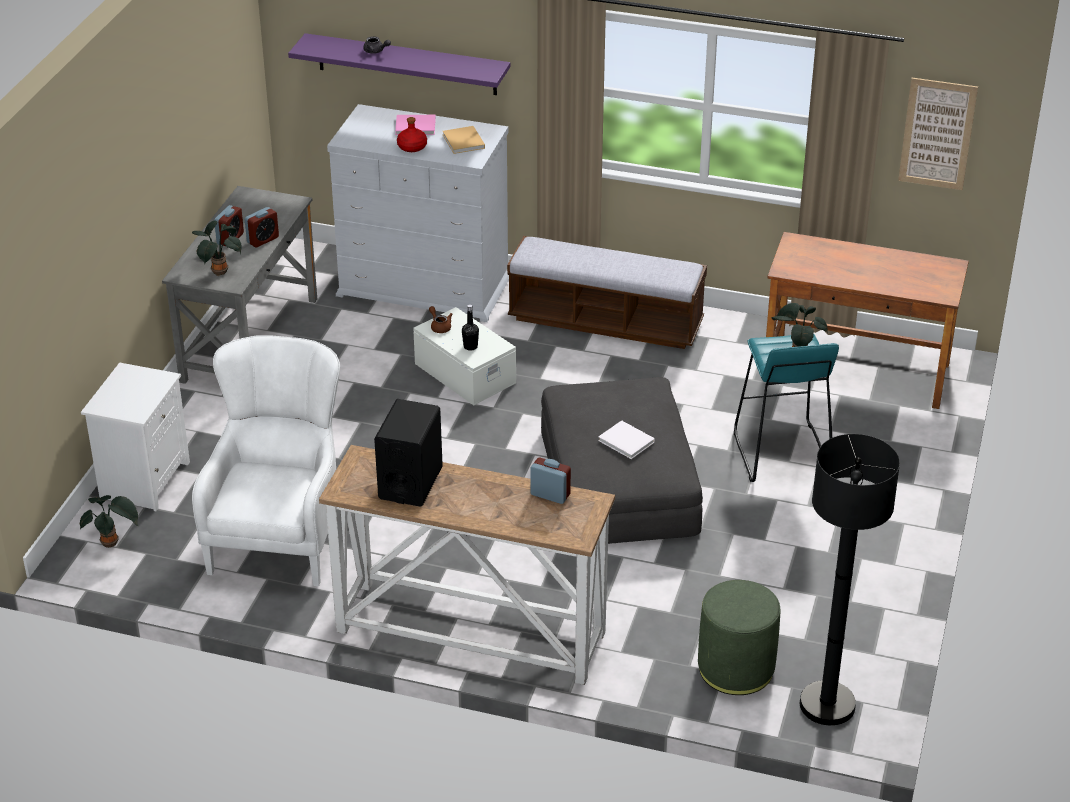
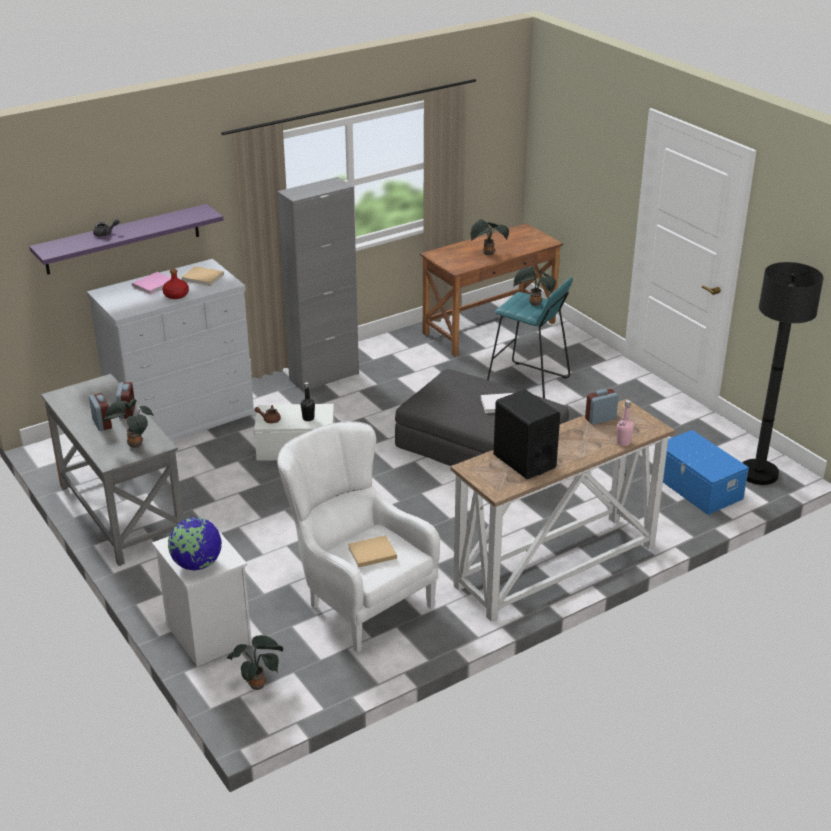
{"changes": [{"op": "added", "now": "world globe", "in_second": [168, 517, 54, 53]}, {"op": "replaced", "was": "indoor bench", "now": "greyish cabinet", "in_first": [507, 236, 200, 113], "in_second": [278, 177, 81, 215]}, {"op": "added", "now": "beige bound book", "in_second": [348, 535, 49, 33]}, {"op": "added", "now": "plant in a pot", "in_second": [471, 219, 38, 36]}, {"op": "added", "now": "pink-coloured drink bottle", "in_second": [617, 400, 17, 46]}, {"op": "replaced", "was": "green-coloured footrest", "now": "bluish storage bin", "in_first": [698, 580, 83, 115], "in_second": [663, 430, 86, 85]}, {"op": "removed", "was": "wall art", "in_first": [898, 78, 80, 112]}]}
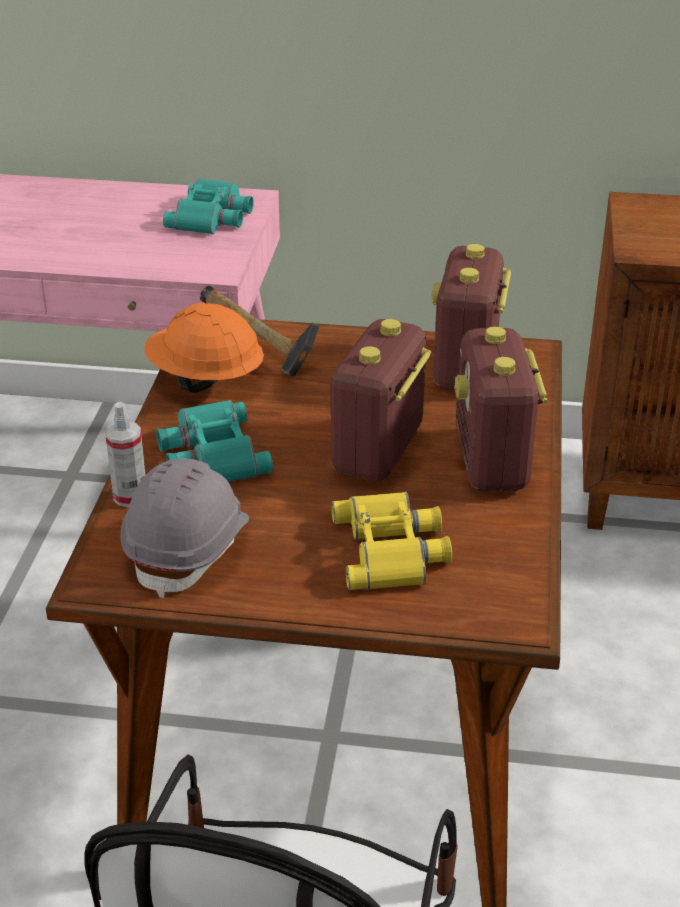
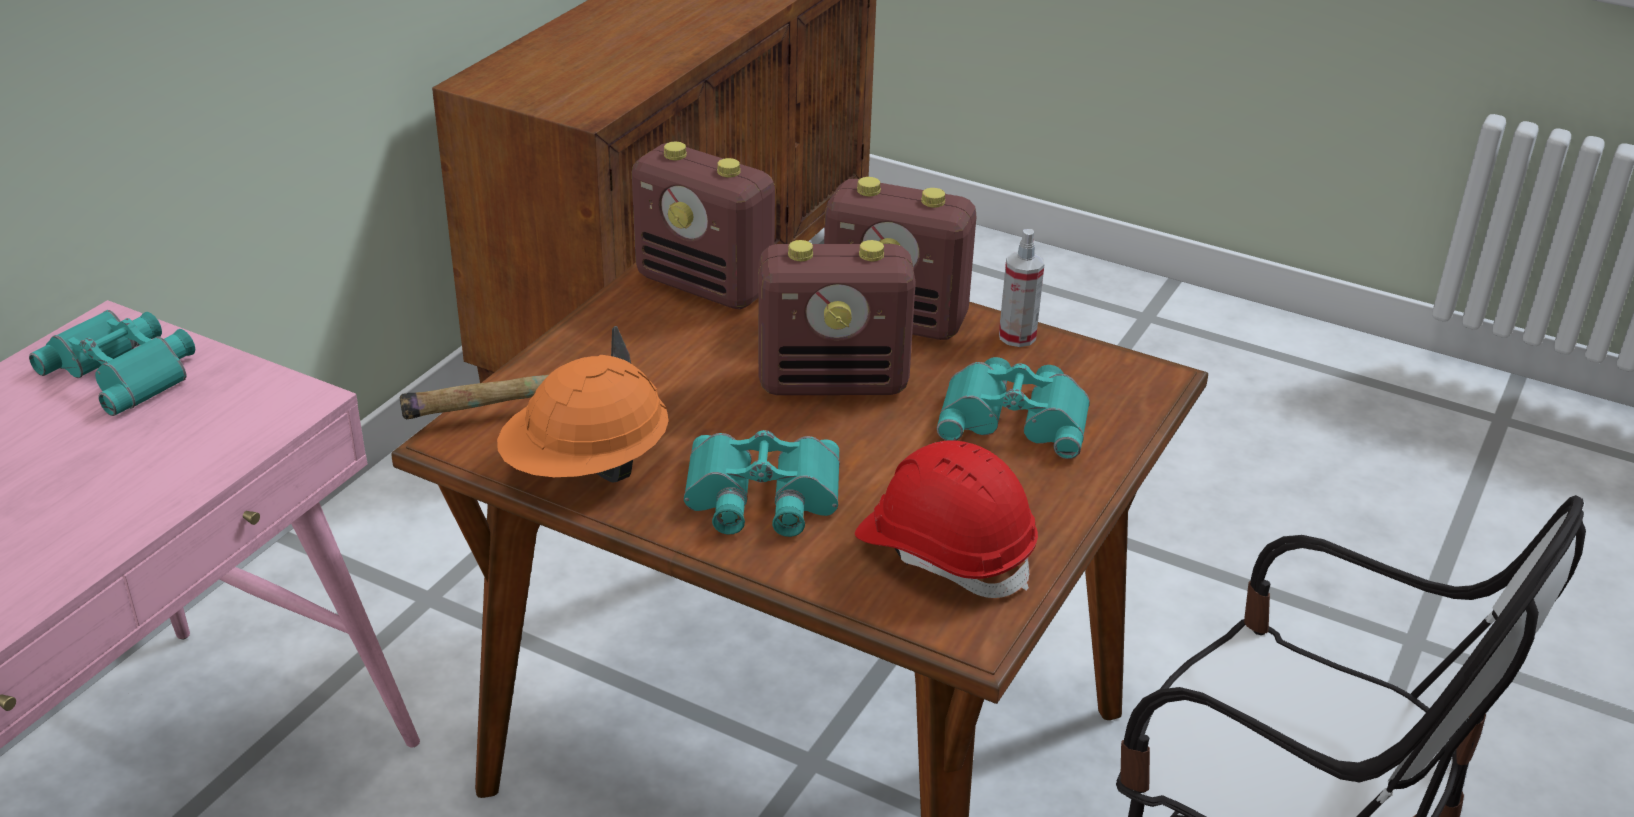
{"changes": [{"op": "turned", "was": "radio", "in_first": [331, 319, 100, 163], "in_second": [758, 240, 158, 155], "clockwise": -45}, {"op": "recoloured", "was": "greyish work helmet", "now": "reddish work helmet", "in_first": [121, 458, 128, 140], "in_second": [855, 441, 183, 157]}, {"op": "recoloured", "was": "yellow field glasses", "now": "blue-green field glasses", "in_first": [331, 492, 121, 98], "in_second": [937, 357, 153, 102]}, {"op": "moved", "was": "hand sprayer", "in_first": [105, 402, 40, 105], "in_second": [999, 229, 46, 118]}]}
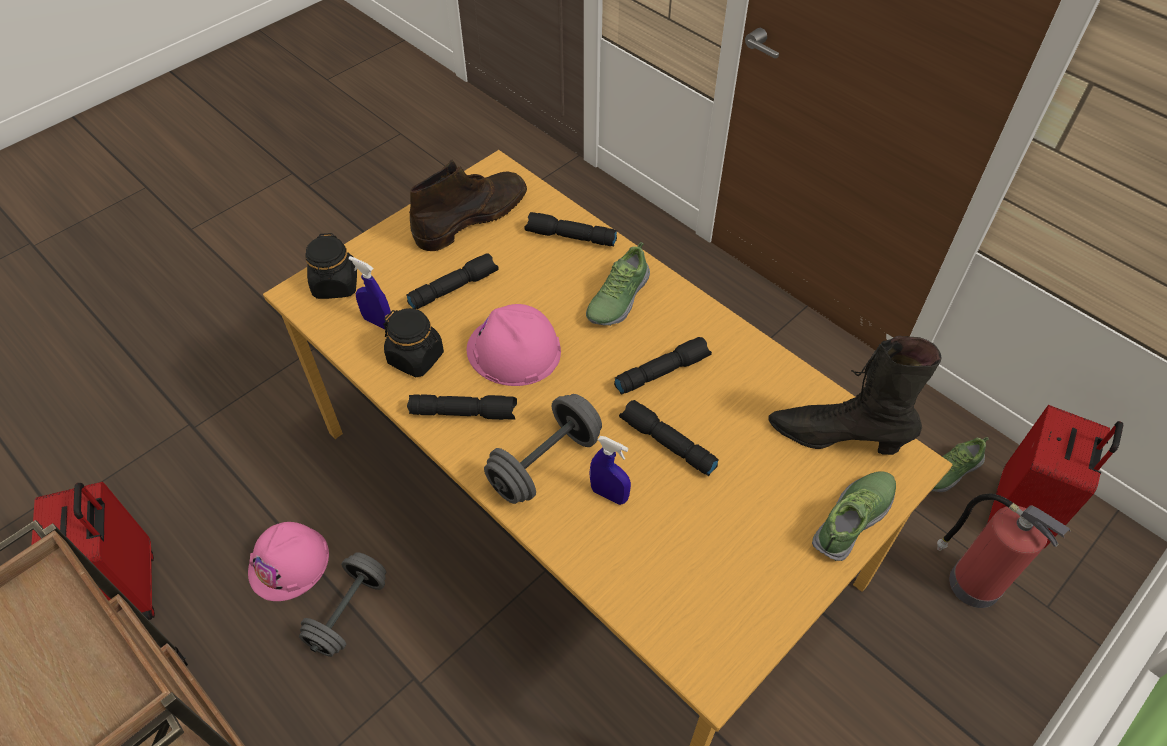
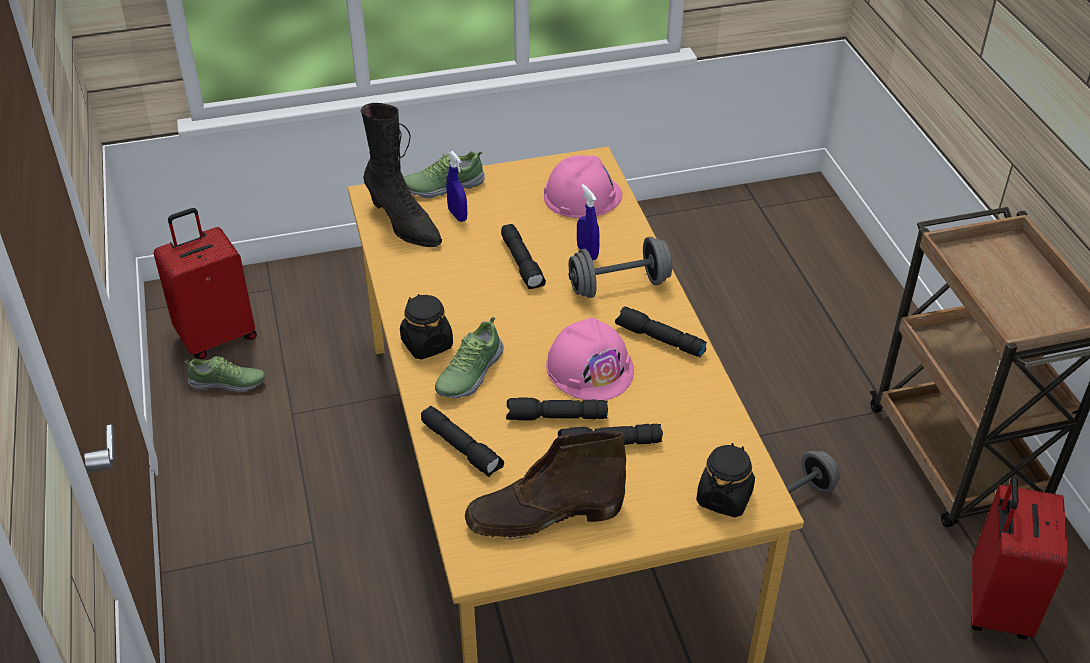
{"changes": [{"op": "moved", "was": "blackish storage jar", "in_first": [383, 308, 61, 69], "in_second": [400, 294, 53, 65]}, {"op": "turned", "was": "low shoe", "in_first": [586, 242, 64, 84], "in_second": [435, 317, 69, 81], "clockwise": 150}, {"op": "moved", "was": "bluish hand sprayer", "in_first": [348, 256, 43, 74], "in_second": [446, 151, 21, 71]}, {"op": "moved", "was": "blackish flashlight", "in_first": [614, 337, 98, 57], "in_second": [506, 398, 102, 22]}, {"op": "moved", "was": "pink-coloured work helmet", "in_first": [248, 522, 81, 79], "in_second": [544, 155, 78, 63]}, {"op": "removed", "was": "extinguisher", "in_first": [937, 494, 134, 114]}]}
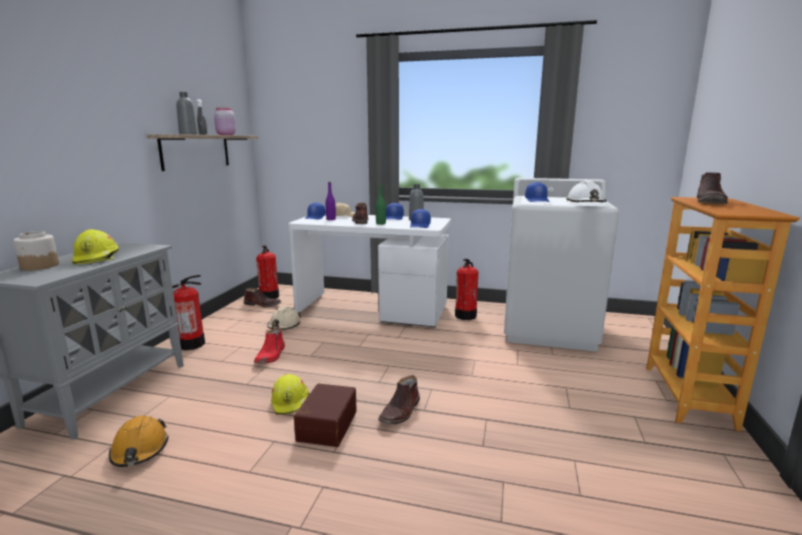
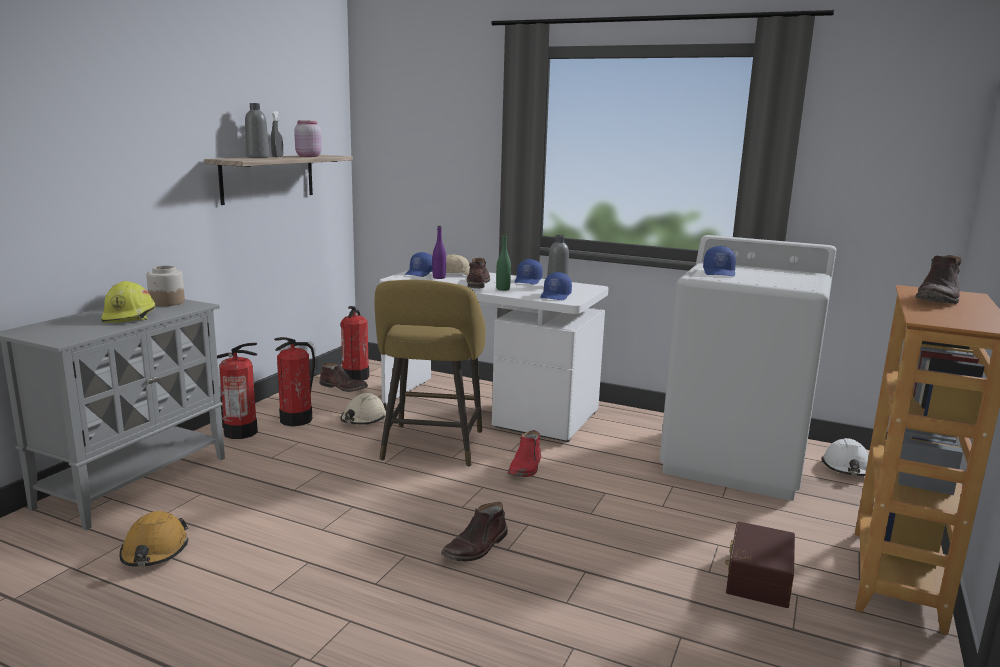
{"changes": [{"op": "moved", "was": "storage jar", "in_first": [13, 231, 46, 39], "in_second": [146, 266, 39, 40]}, {"op": "moved", "was": "extinguisher", "in_first": [455, 259, 23, 61], "in_second": [274, 337, 41, 89]}, {"op": "added", "now": "yellow sitting stool", "in_second": [374, 280, 112, 187]}, {"op": "moved", "was": "reddish tall boot", "in_first": [254, 328, 31, 35], "in_second": [508, 430, 33, 47]}, {"op": "moved", "was": "brown storage bin", "in_first": [294, 383, 63, 64], "in_second": [725, 521, 70, 87]}, {"op": "moved", "was": "whitish work helmet", "in_first": [566, 180, 40, 22], "in_second": [822, 438, 47, 38]}, {"op": "removed", "was": "yellow work helmet", "in_first": [271, 374, 38, 41]}]}
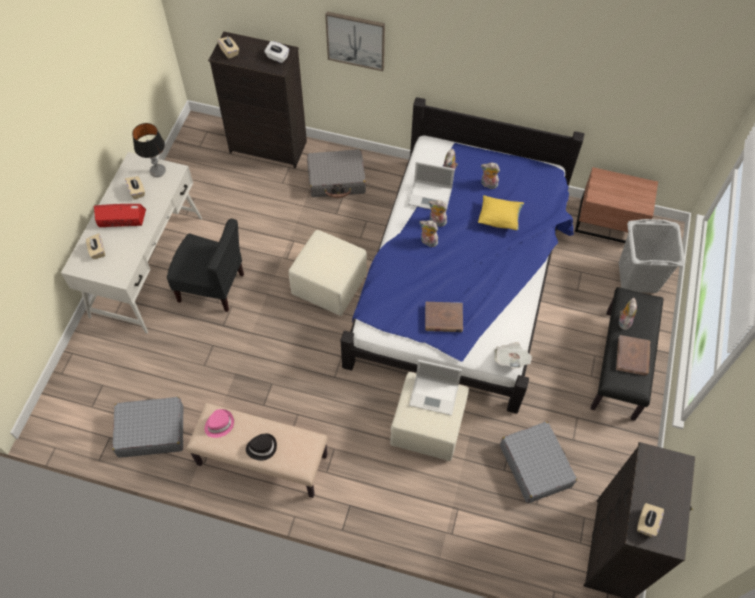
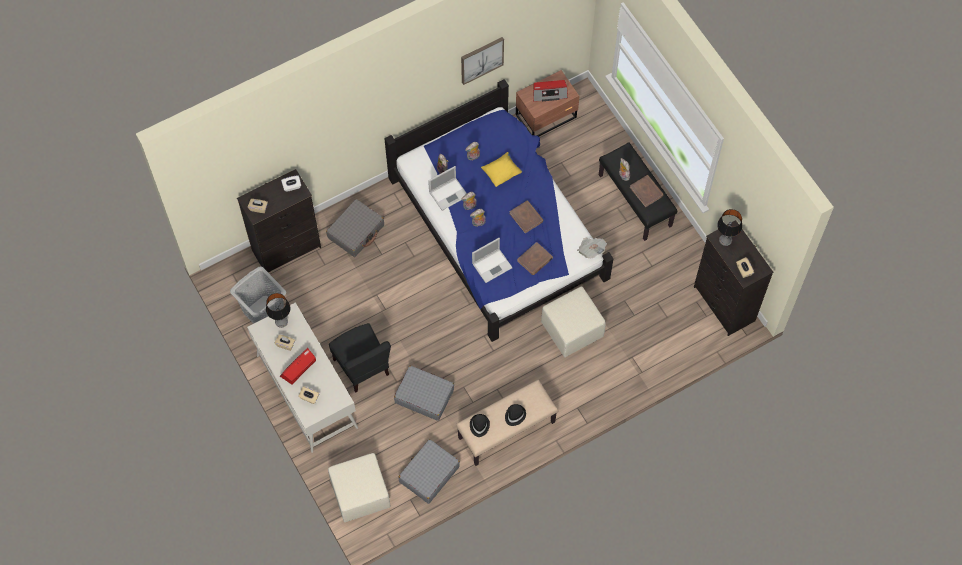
{"changes": [{"op": "moved", "was": "greyish hamper", "in_first": [619, 219, 66, 74], "in_second": [230, 266, 56, 58]}, {"op": "moved", "was": "beige footrest", "in_first": [289, 230, 78, 86], "in_second": [328, 453, 63, 69]}, {"op": "turned", "was": "blackish plain chair", "in_first": [167, 219, 77, 93], "in_second": [329, 323, 62, 70], "clockwise": 90}, {"op": "moved", "was": "greyish travel case", "in_first": [500, 422, 77, 81], "in_second": [394, 366, 60, 55]}, {"op": "moved", "was": "wall art", "in_first": [325, 12, 60, 59], "in_second": [461, 37, 43, 48]}, {"op": "recoloured", "was": "pink-coloured hat", "now": "blackish hat", "in_first": [205, 409, 29, 29], "in_second": [470, 414, 20, 23]}, {"op": "moved", "was": "notebook computer", "in_first": [409, 360, 53, 56], "in_second": [472, 238, 41, 45]}, {"op": "added", "now": "brown bound book", "in_second": [509, 200, 34, 33]}, {"op": "added", "now": "radio", "in_second": [533, 80, 35, 22]}, {"op": "added", "now": "tabletop lamp", "in_second": [717, 209, 25, 37]}]}
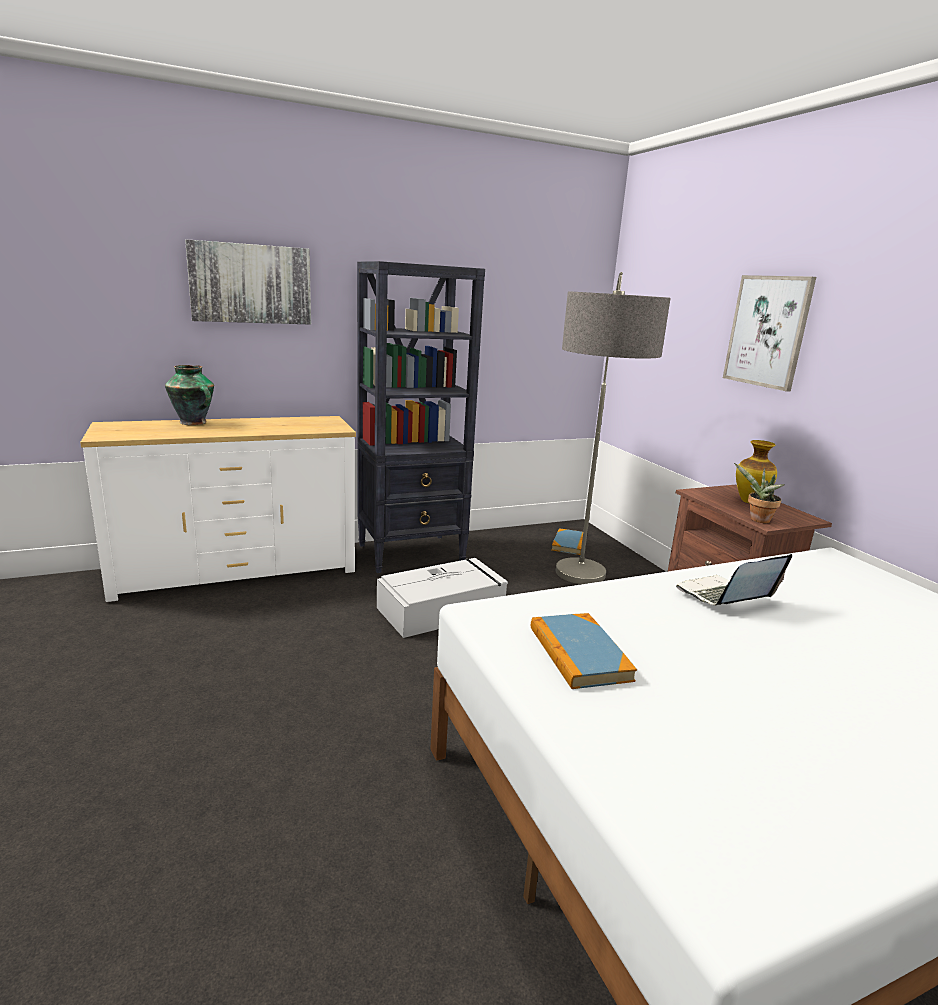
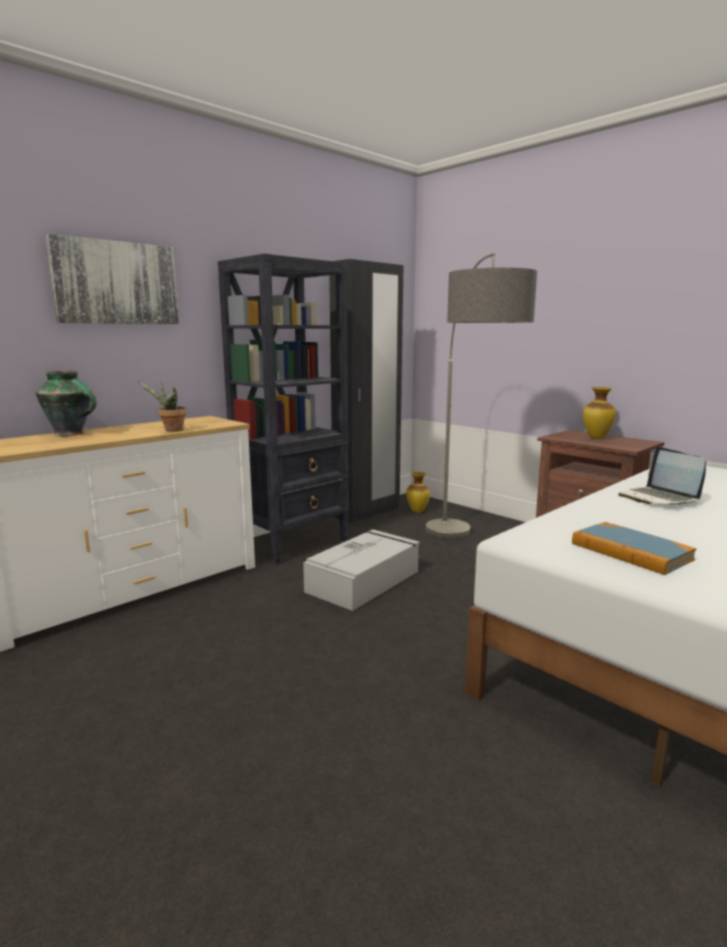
{"changes": [{"op": "moved", "was": "plant in a pot", "in_first": [734, 463, 51, 60], "in_second": [138, 381, 49, 51]}, {"op": "added", "now": "blackish wardrobe", "in_second": [329, 259, 75, 264]}, {"op": "replaced", "was": "bound book", "now": "decorative vase", "in_first": [551, 528, 32, 27], "in_second": [406, 472, 24, 41]}, {"op": "turned", "was": "notebook computer", "in_first": [676, 554, 116, 51], "in_second": [618, 447, 88, 58], "clockwise": -60}, {"op": "removed", "was": "wall art", "in_first": [723, 275, 93, 117]}]}
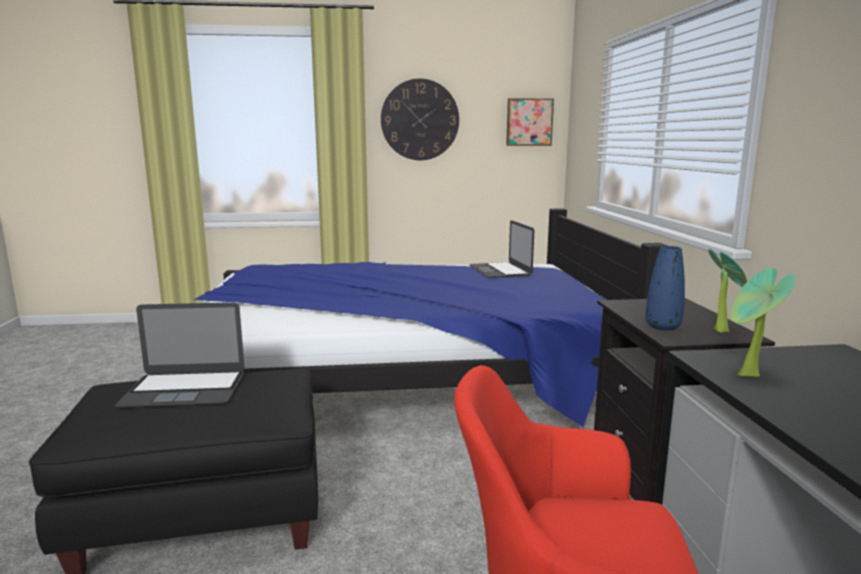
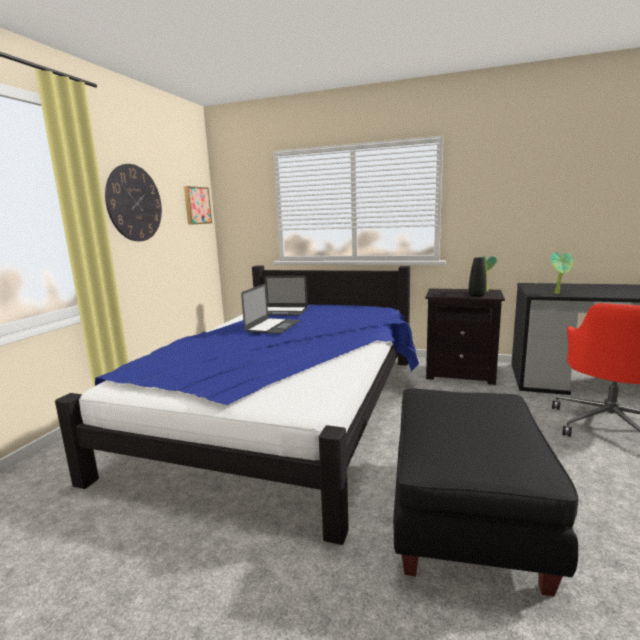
{"changes": [{"op": "moved", "was": "notebook computer", "in_first": [115, 302, 130, 106], "in_second": [241, 284, 59, 50]}, {"op": "recoloured", "was": "bluish decorative vase", "now": "blackish decorative vase", "in_first": [645, 246, 40, 84], "in_second": [469, 258, 17, 39]}]}
